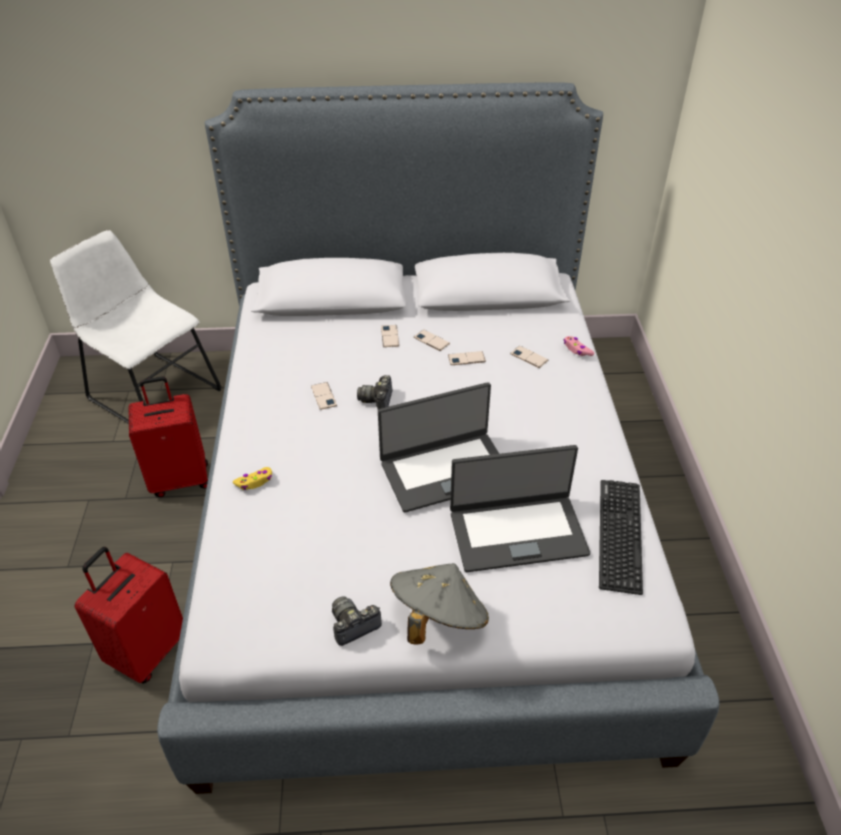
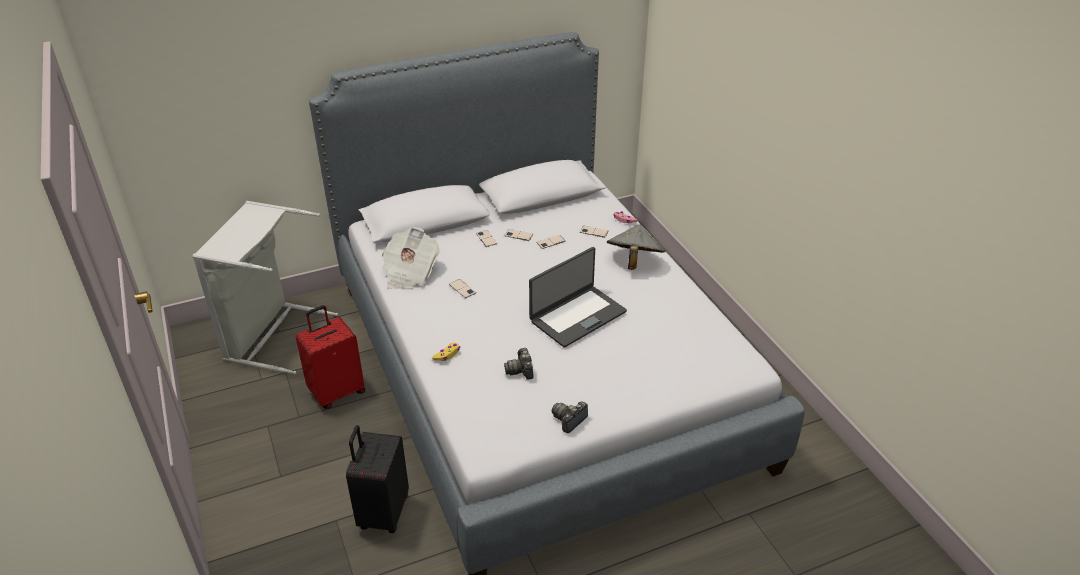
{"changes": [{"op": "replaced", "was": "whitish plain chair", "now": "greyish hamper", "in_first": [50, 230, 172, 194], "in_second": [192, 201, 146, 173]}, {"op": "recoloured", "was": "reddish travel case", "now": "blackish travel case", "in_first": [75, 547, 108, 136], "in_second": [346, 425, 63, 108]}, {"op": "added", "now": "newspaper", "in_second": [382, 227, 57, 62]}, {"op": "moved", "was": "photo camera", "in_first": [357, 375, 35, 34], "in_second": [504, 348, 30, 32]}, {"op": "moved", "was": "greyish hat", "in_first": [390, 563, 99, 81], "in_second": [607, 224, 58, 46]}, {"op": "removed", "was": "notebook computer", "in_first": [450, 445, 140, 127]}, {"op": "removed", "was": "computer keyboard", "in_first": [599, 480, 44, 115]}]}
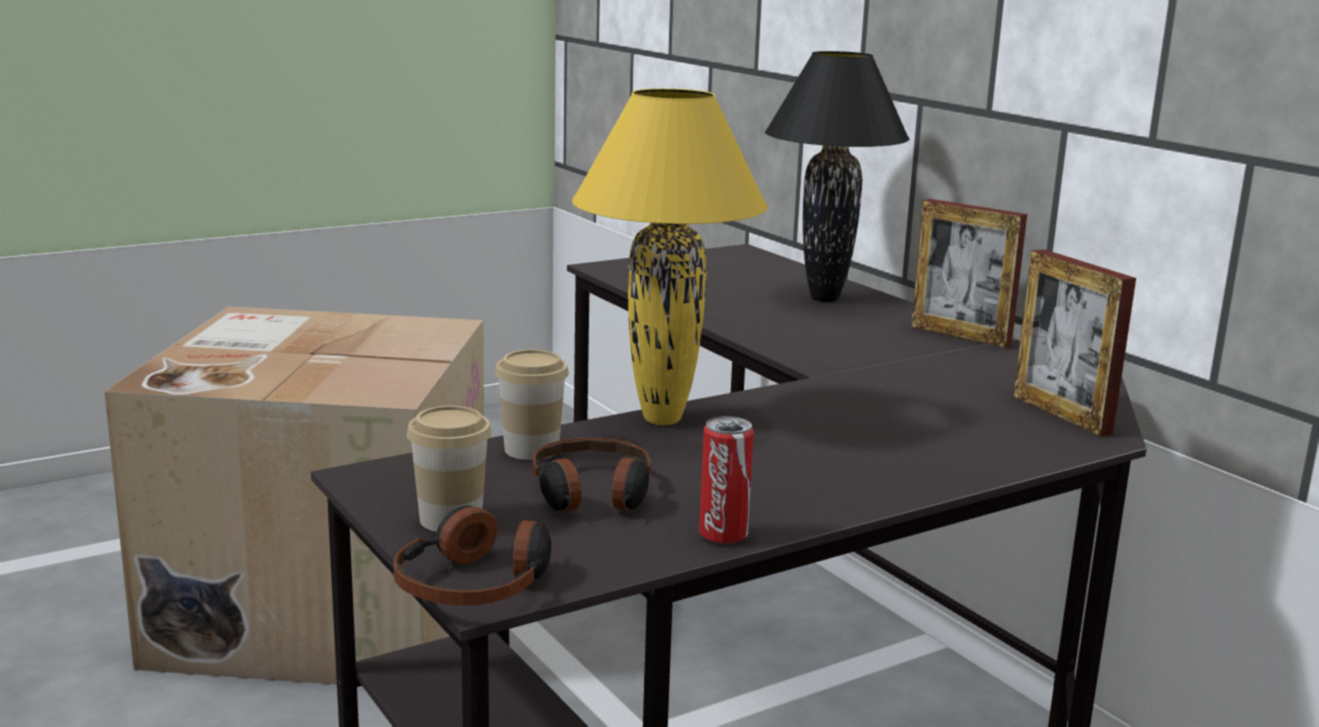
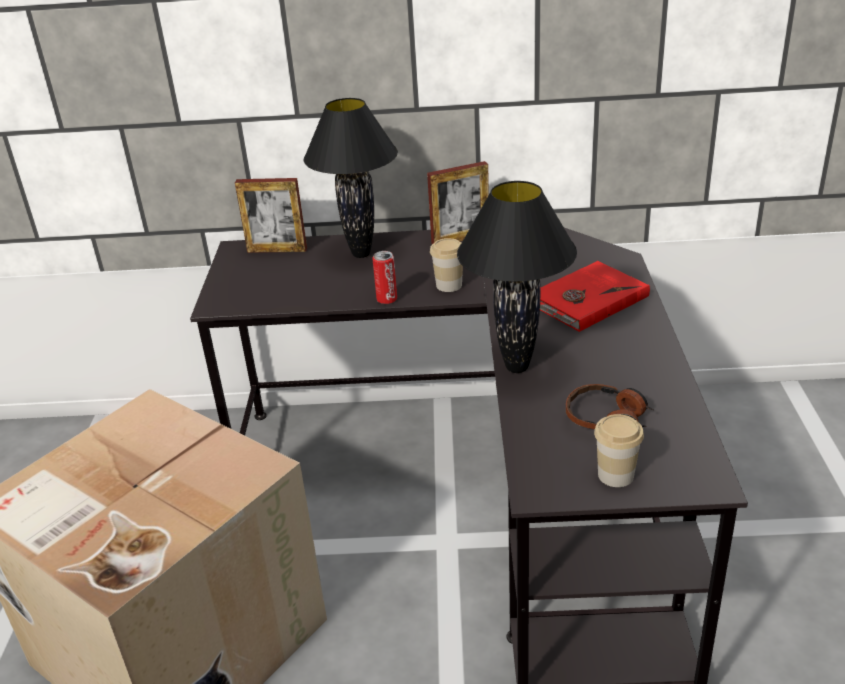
{"changes": [{"op": "moved", "was": "standing frame", "in_first": [1013, 249, 123, 187], "in_second": [235, 178, 72, 75]}, {"op": "moved", "was": "sealed can", "in_first": [699, 416, 55, 128], "in_second": [372, 251, 25, 53]}, {"op": "moved", "was": "small cup", "in_first": [495, 349, 74, 111], "in_second": [430, 238, 33, 54]}, {"op": "recoloured", "was": "yellow tabletop lamp", "now": "blackish tabletop lamp", "in_first": [572, 88, 196, 337], "in_second": [457, 181, 120, 192]}, {"op": "added", "now": "reddish bound book", "in_second": [540, 261, 110, 71]}, {"op": "removed", "was": "headphones", "in_first": [393, 506, 158, 100]}]}
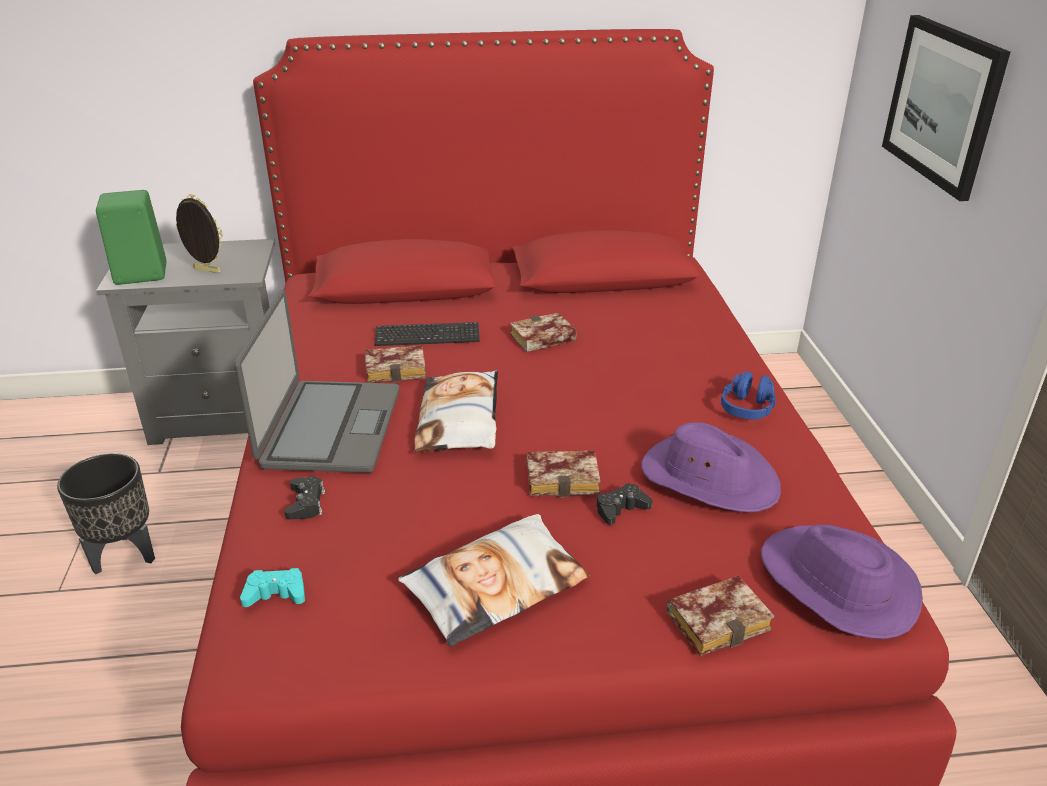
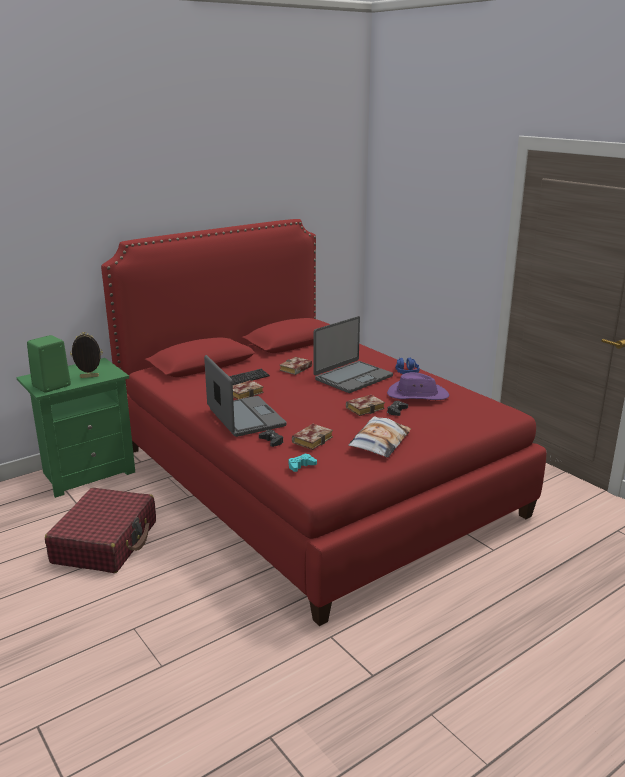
{"changes": [{"op": "recoloured", "was": "greyish bedside table", "now": "green-coloured bedside table", "in_first": [96, 239, 179, 206], "in_second": [16, 358, 119, 140]}, {"op": "replaced", "was": "blackish flower pot", "now": "reddish travel case", "in_first": [57, 453, 98, 121], "in_second": [45, 488, 111, 85]}, {"op": "moved", "was": "bound book", "in_first": [667, 575, 108, 81], "in_second": [292, 424, 41, 26]}, {"op": "added", "now": "notebook computer", "in_second": [314, 316, 79, 77]}, {"op": "removed", "was": "throw pillow", "in_first": [414, 370, 84, 82]}, {"op": "removed", "was": "purple-coloured hat", "in_first": [761, 524, 162, 115]}, {"op": "removed", "was": "wall art", "in_first": [882, 15, 128, 186]}]}
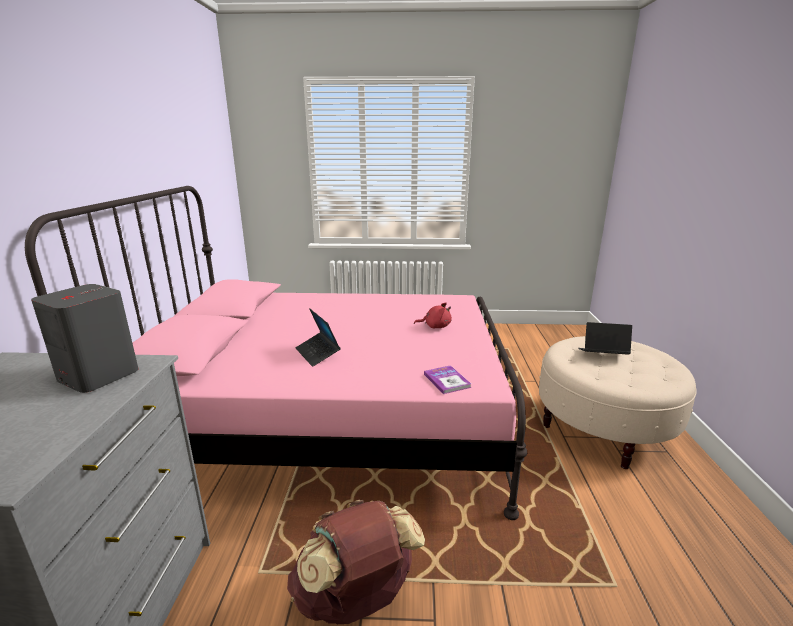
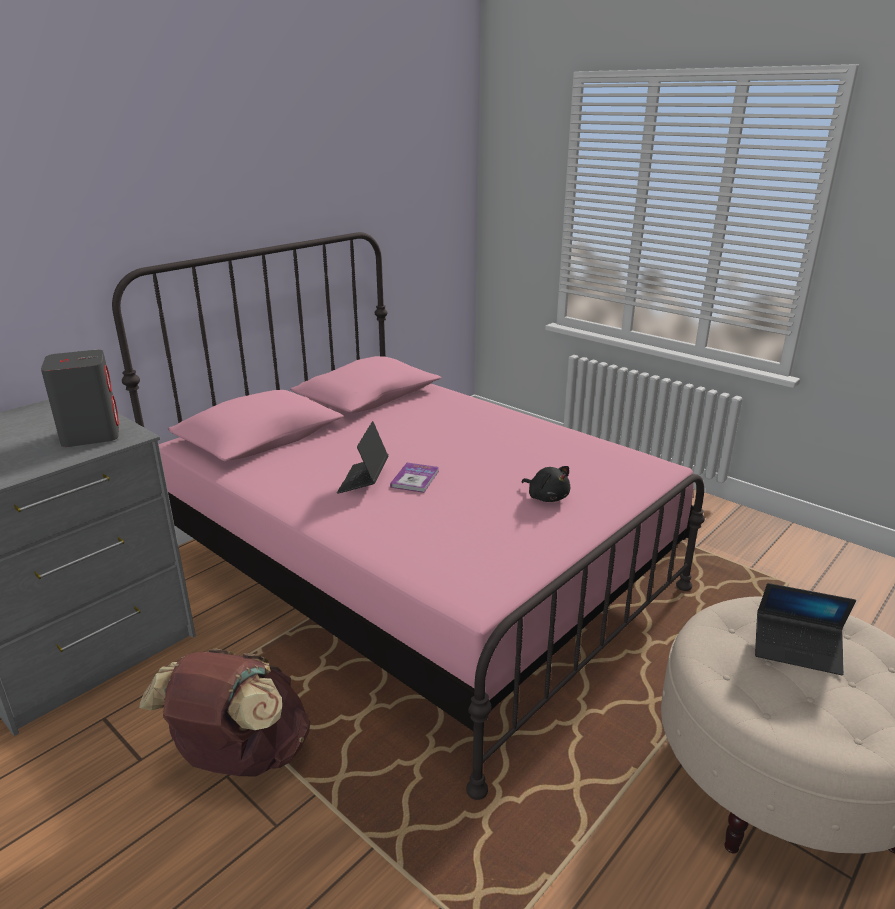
{"changes": [{"op": "moved", "was": "bound book", "in_first": [424, 365, 47, 29], "in_second": [390, 463, 49, 30]}, {"op": "recoloured", "was": "reddish cuddly toy", "now": "blackish cuddly toy", "in_first": [414, 302, 38, 26], "in_second": [522, 466, 48, 36]}, {"op": "turned", "was": "notebook computer", "in_first": [578, 322, 54, 33], "in_second": [755, 583, 101, 92], "clockwise": 150}]}
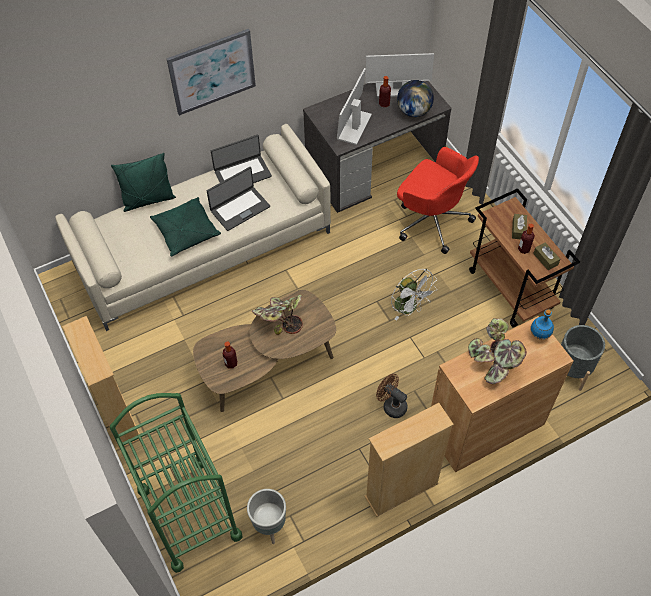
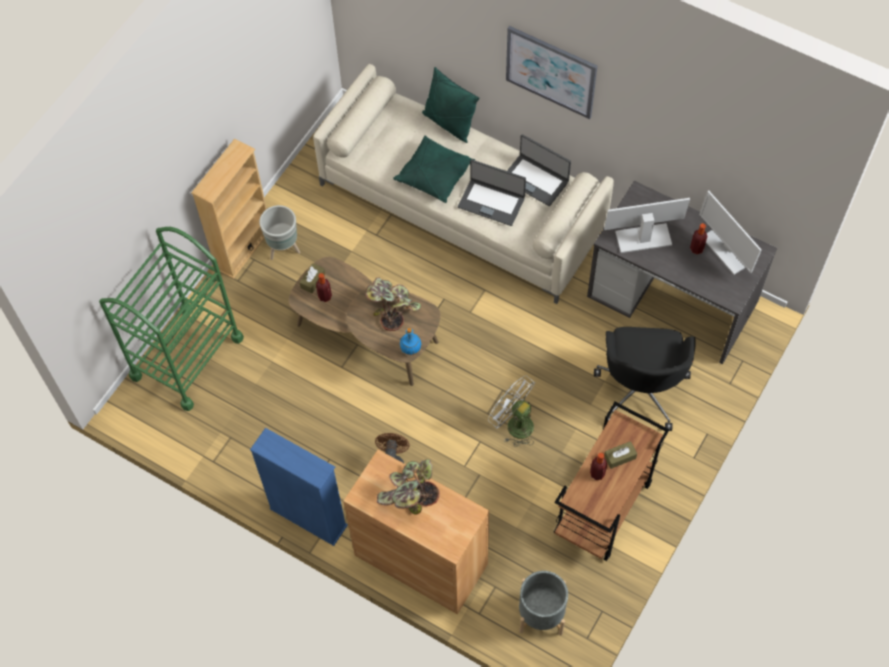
{"changes": [{"op": "recoloured", "was": "beige bookshelf", "now": "bluish bookshelf", "in_first": [365, 403, 89, 114], "in_second": [250, 428, 98, 118]}, {"op": "moved", "was": "greyish flower pot", "in_first": [247, 489, 39, 55], "in_second": [259, 205, 41, 55]}, {"op": "moved", "was": "brown box of tissues", "in_first": [533, 242, 27, 28], "in_second": [299, 263, 26, 30]}, {"op": "moved", "was": "bluish drink bottle", "in_first": [530, 309, 24, 30], "in_second": [400, 328, 22, 28]}, {"op": "turned", "was": "whitish cooling fan", "in_first": [391, 268, 46, 53], "in_second": [488, 376, 47, 71], "clockwise": 105}, {"op": "recoloured", "was": "reddish computer chair", "now": "blackish computer chair", "in_first": [397, 147, 82, 107], "in_second": [594, 327, 101, 104]}, {"op": "removed", "was": "world globe", "in_first": [397, 80, 37, 37]}]}
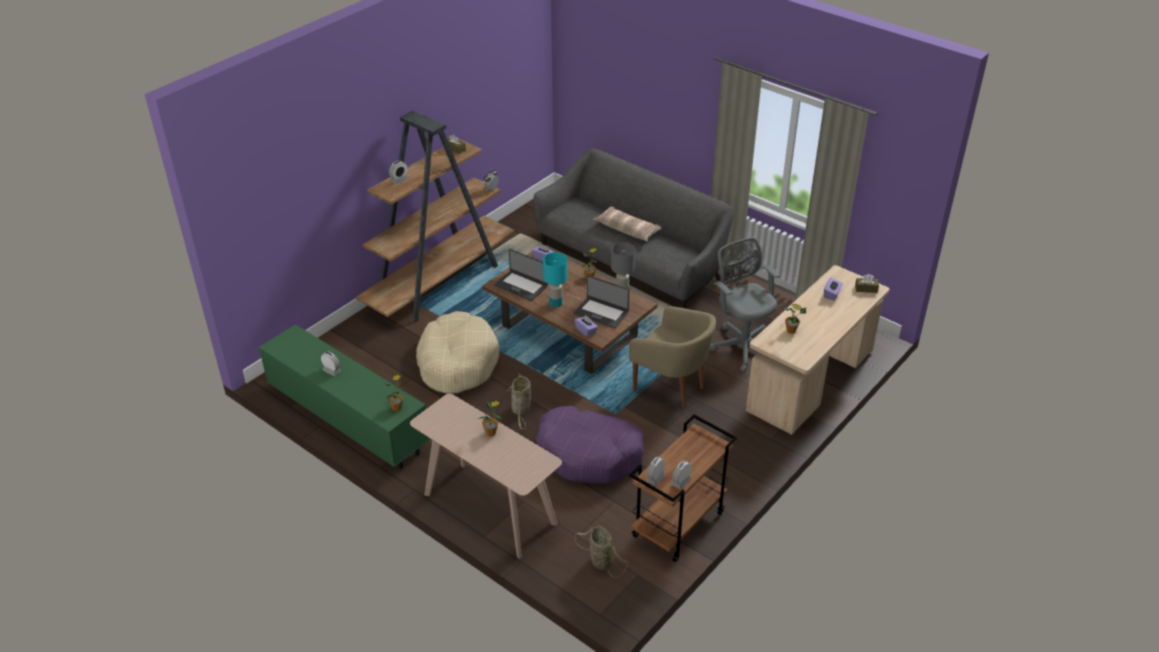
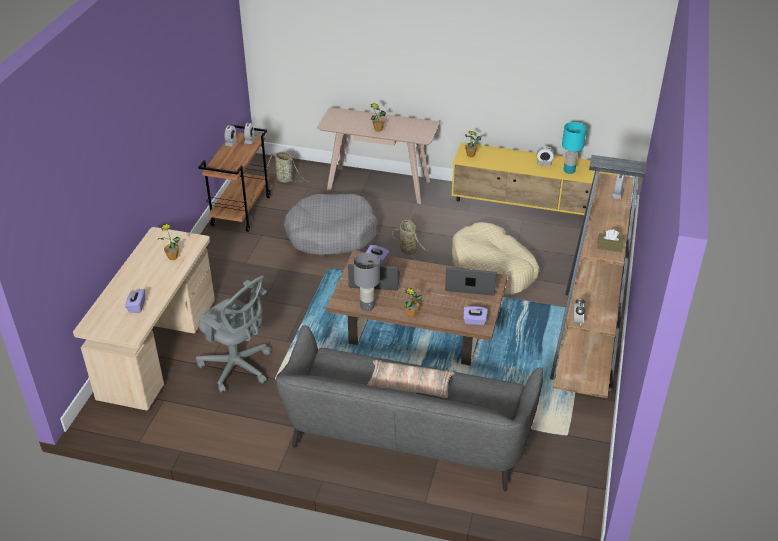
{"changes": [{"op": "recoloured", "was": "purple-coloured pet bed", "now": "greyish pet bed", "in_first": [536, 406, 108, 78], "in_second": [284, 194, 94, 62]}, {"op": "recoloured", "was": "green-coloured tv unit", "now": "yellow tv unit", "in_first": [259, 324, 171, 145], "in_second": [451, 142, 166, 74]}, {"op": "moved", "was": "blue-green tabletop lamp", "in_first": [543, 252, 24, 56], "in_second": [562, 122, 25, 52]}, {"op": "removed", "was": "beige lounge chair", "in_first": [629, 306, 87, 102]}, {"op": "removed", "was": "brown box of tissues", "in_first": [855, 274, 24, 19]}]}
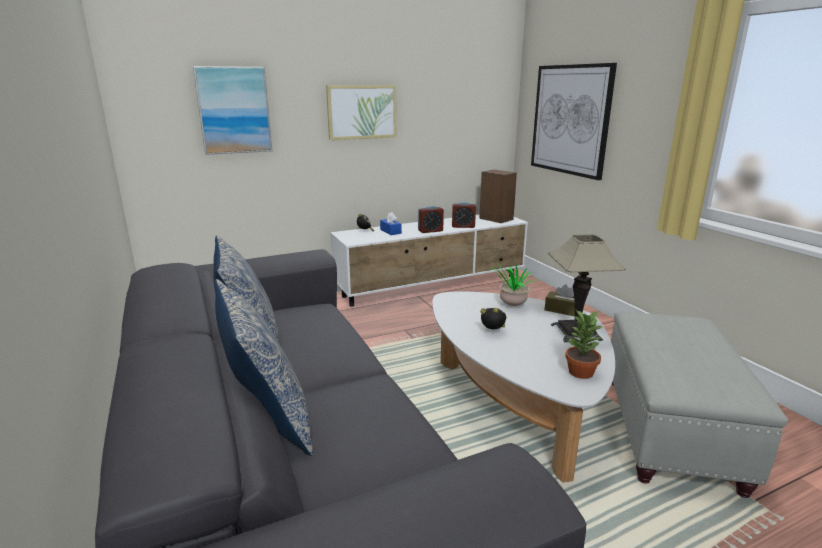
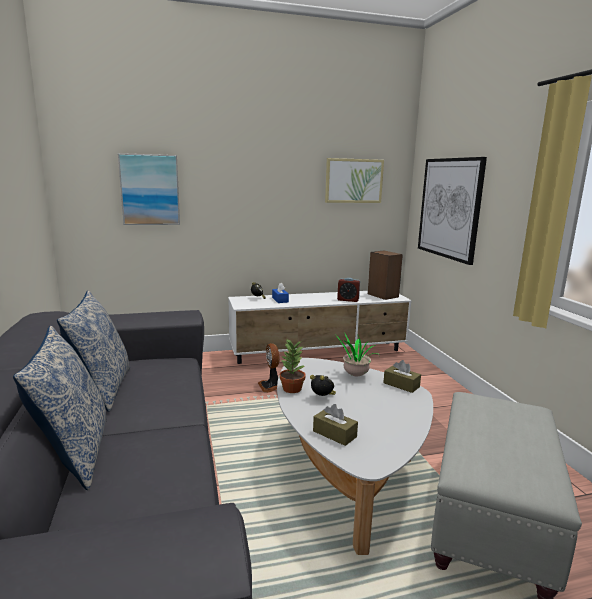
{"changes": [{"op": "added", "now": "cooling fan", "in_second": [258, 343, 22, 50]}, {"op": "moved", "was": "plant in a pot", "in_first": [565, 310, 40, 69], "in_second": [279, 339, 27, 54]}, {"op": "added", "now": "brown box of tissues", "in_second": [313, 404, 45, 42]}, {"op": "moved", "was": "wall art", "in_first": [326, 85, 70, 55], "in_second": [325, 158, 59, 45]}, {"op": "removed", "was": "alarm clock", "in_first": [418, 205, 26, 28]}, {"op": "removed", "was": "tabletop lamp", "in_first": [548, 234, 78, 108]}]}
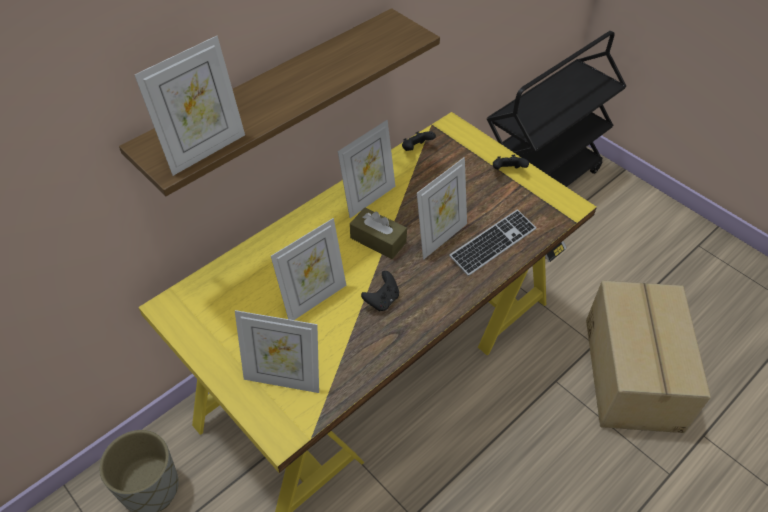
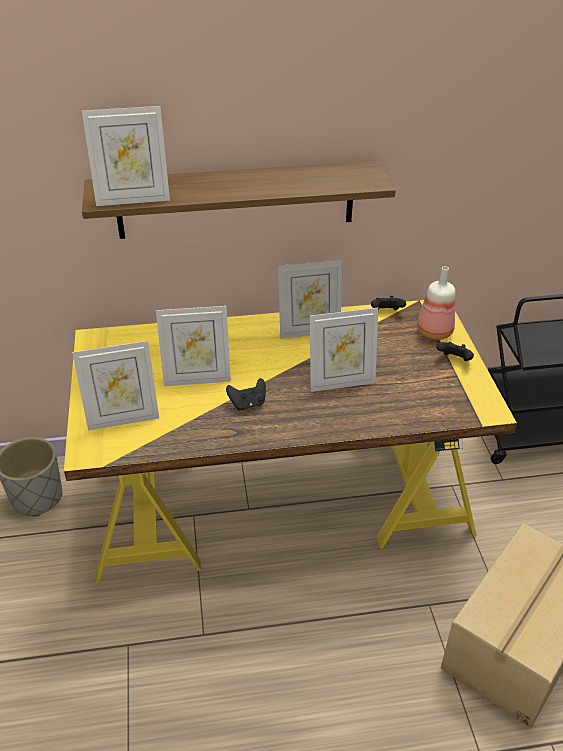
{"changes": [{"op": "turned", "was": "standing frame", "in_first": [235, 310, 84, 83], "in_second": [72, 341, 87, 90], "clockwise": -60}, {"op": "added", "now": "drink bottle", "in_second": [417, 266, 39, 74]}, {"op": "removed", "was": "brown box of tissues", "in_first": [350, 208, 57, 51]}, {"op": "removed", "was": "computer keyboard", "in_first": [449, 209, 87, 67]}]}
